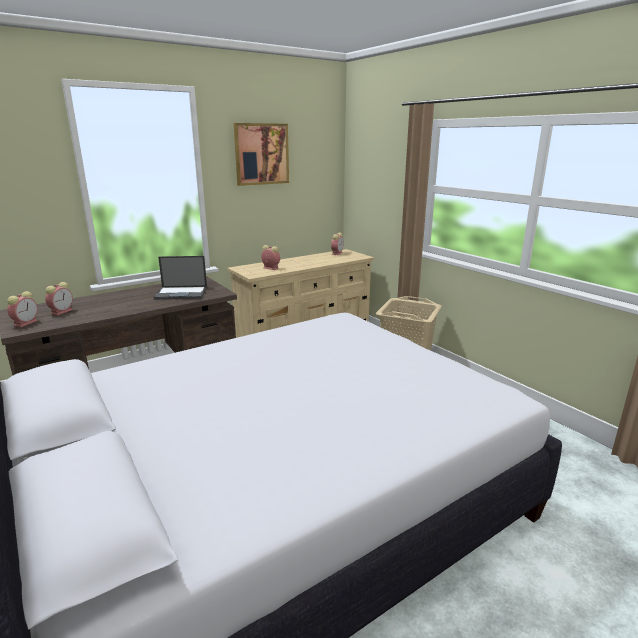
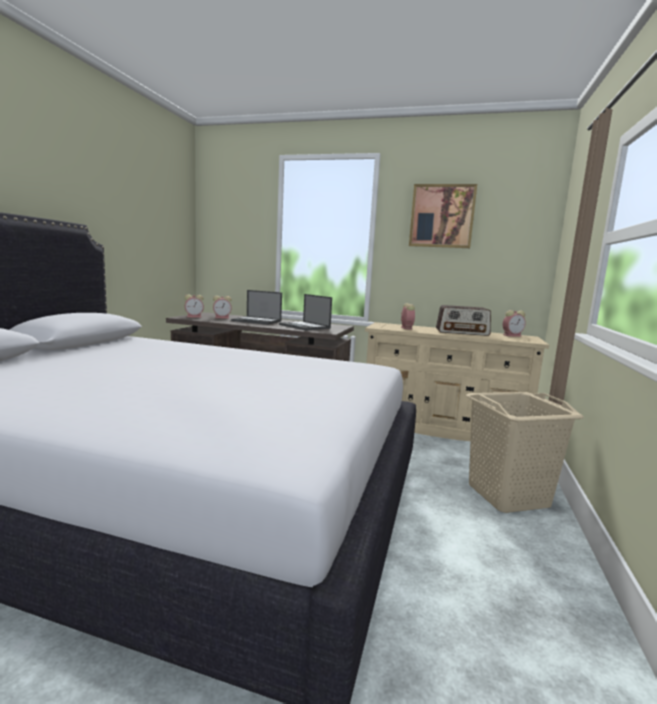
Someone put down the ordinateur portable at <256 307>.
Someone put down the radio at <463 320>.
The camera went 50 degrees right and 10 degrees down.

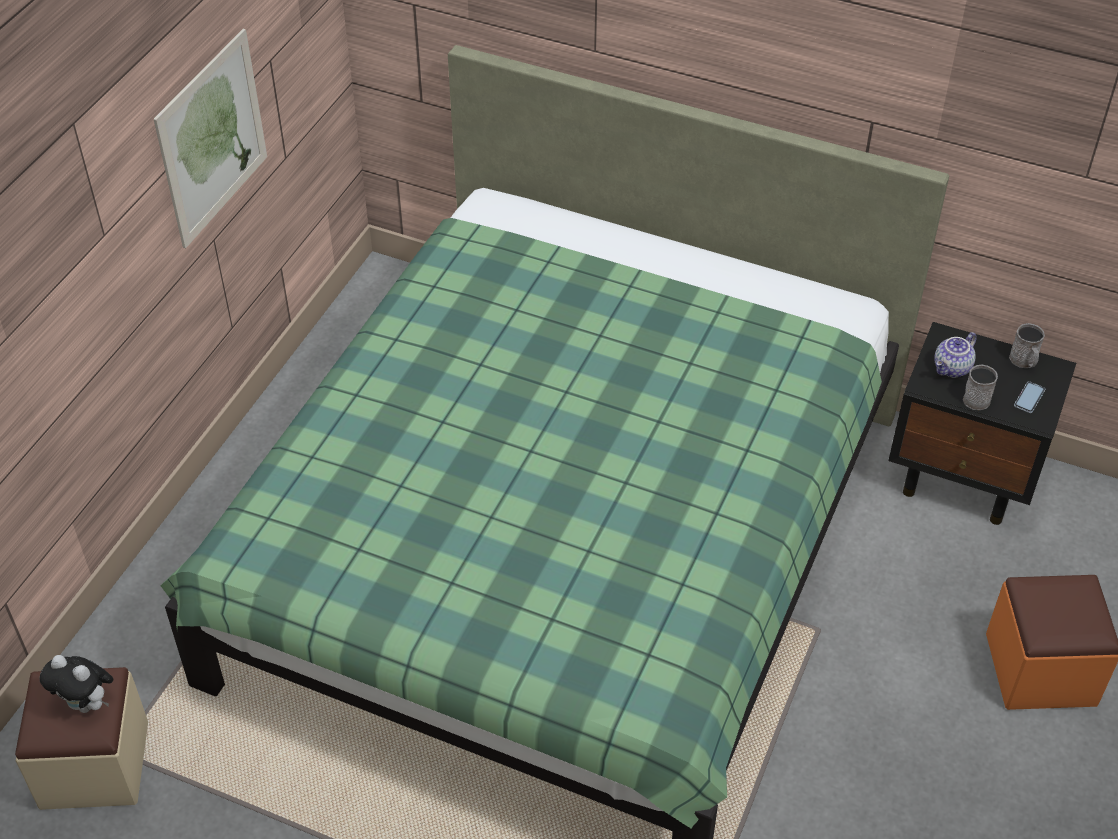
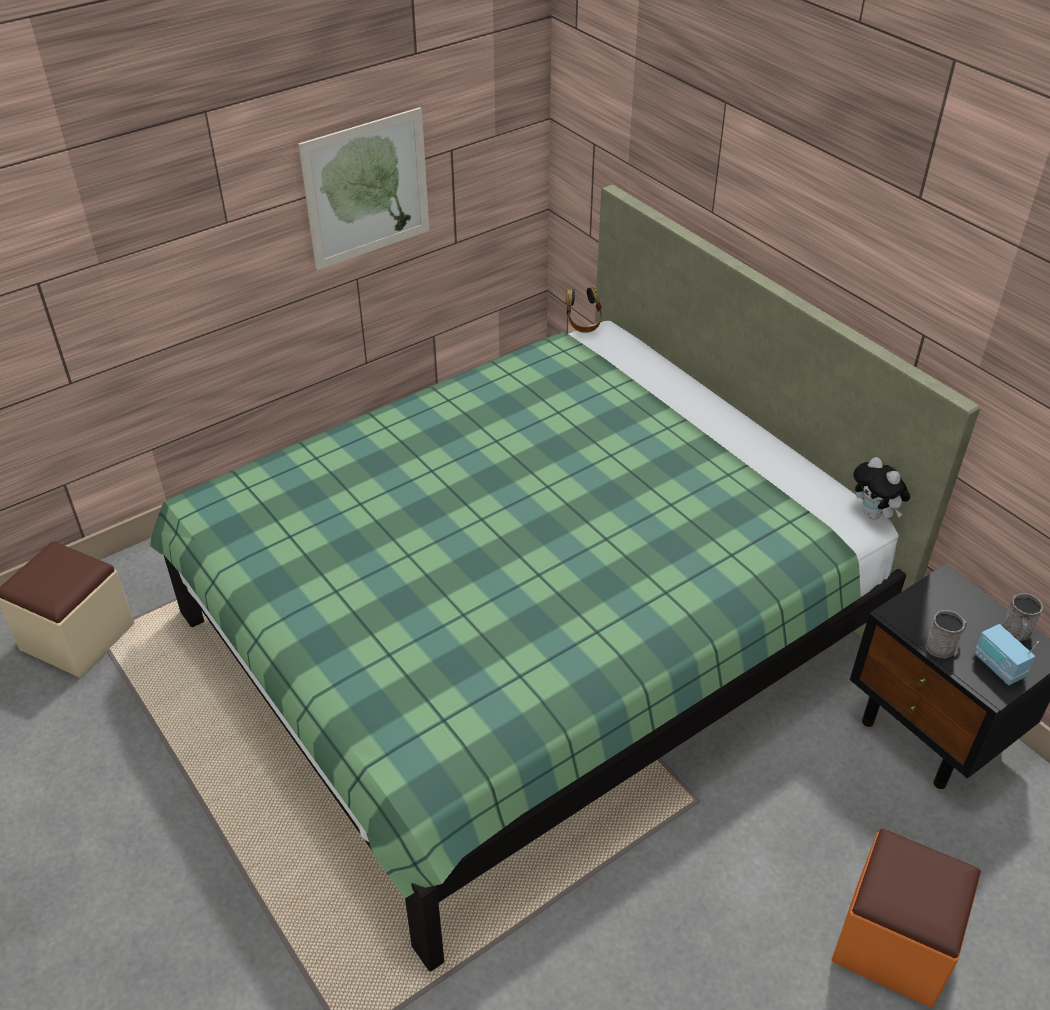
Someone took away the théière at <955 354>.
Someone put down the casque audio at <584 310>.
Someone carried the peluche from <77 684> to <881 488>.
Someone swapped the téléphone at <1029 397> for the radio at <1006 654>.
The camera went 30 degrees right and 5 degrees down.

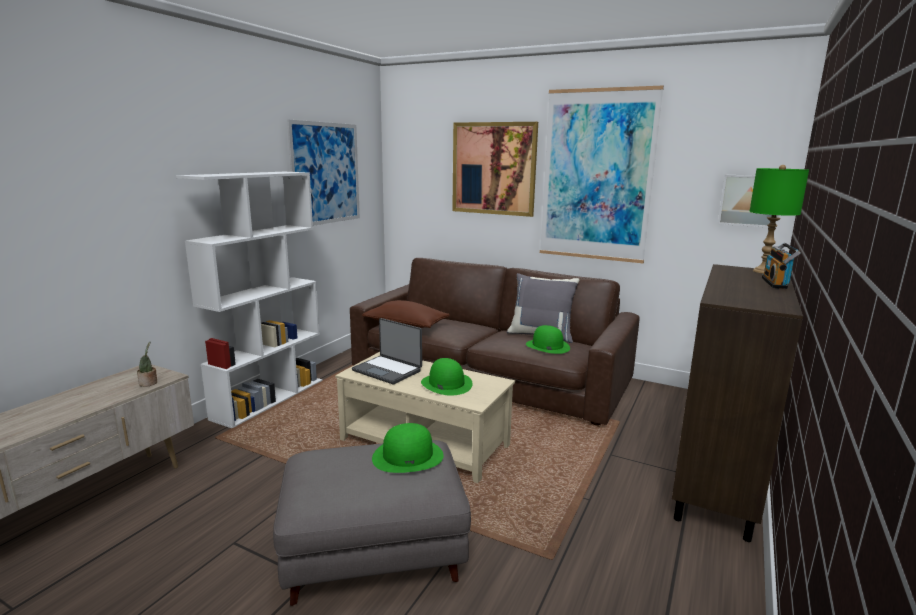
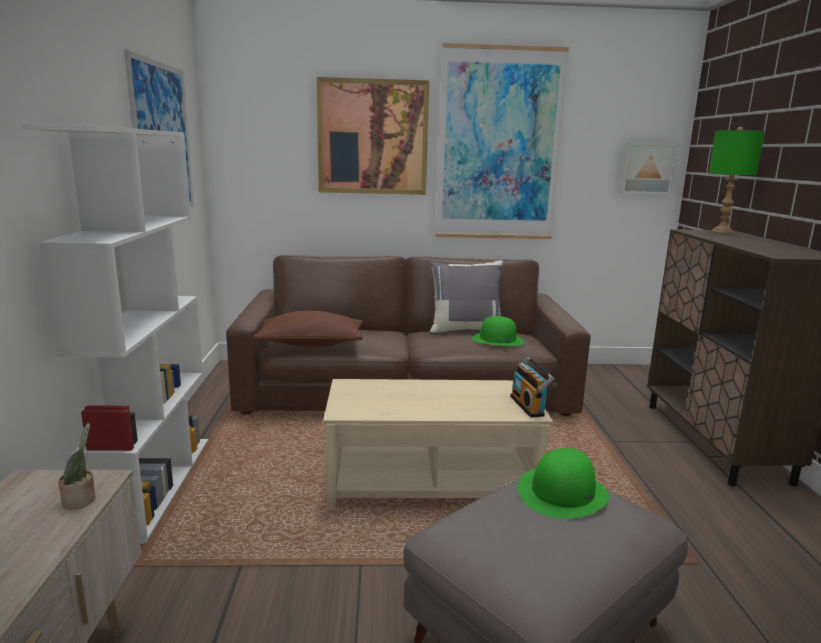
Someone took away the ordinateur portable at <387 351>.
Someone took away the chapeau [vert] at <447 377>.
Someone carried the radio from <781 266> to <532 387>.
The camera went 30 degrees left and 0 degrees up.

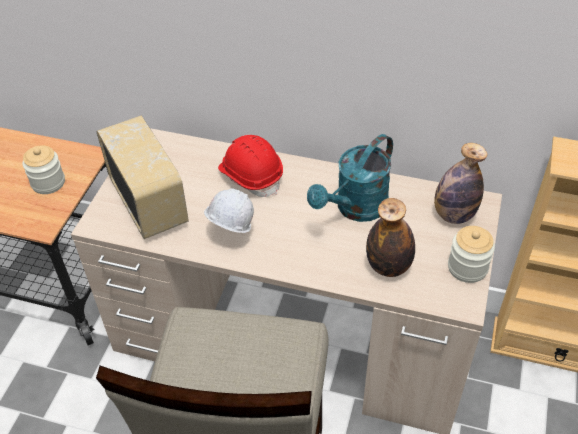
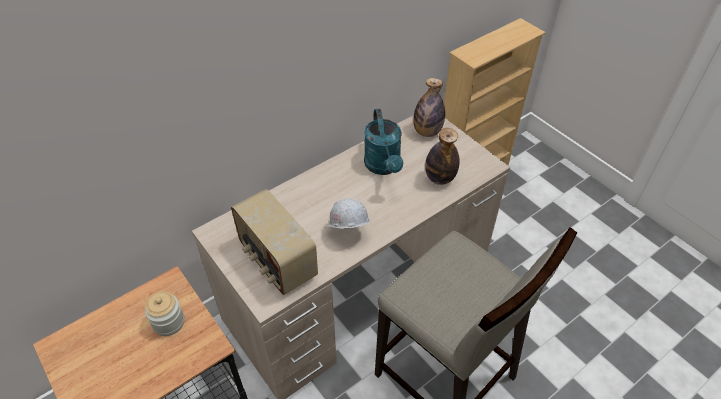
Someone took away the casque de chantier [rouge] at <250 166>.
Someone took away the bocal at <471 254>.
Someone rotated the radio at <142 177> by 135 degrees counterclockwise.
The camera went 55 degrees left and 0 degrees up.

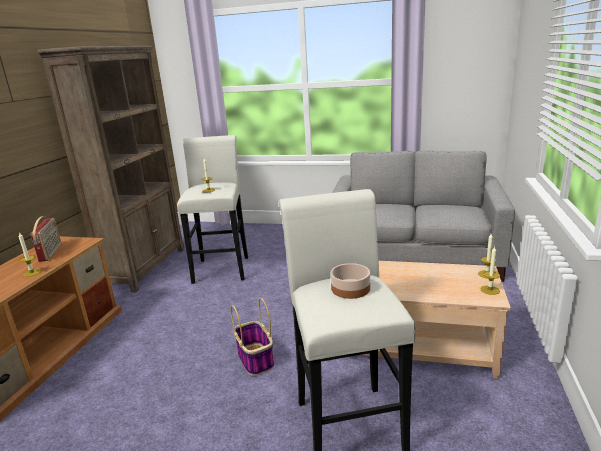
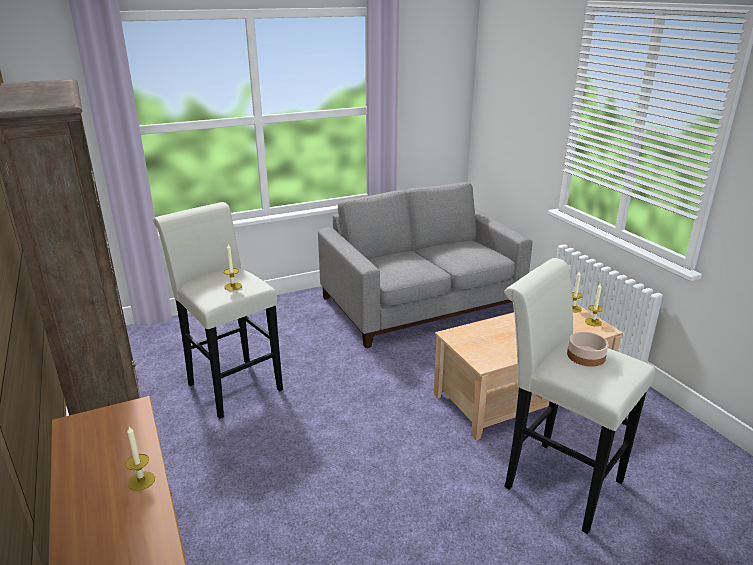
Someone took away the radio at <46 239>.
Someone took away the panier at <252 337>.
The camera went 40 degrees left and 5 degrees up.

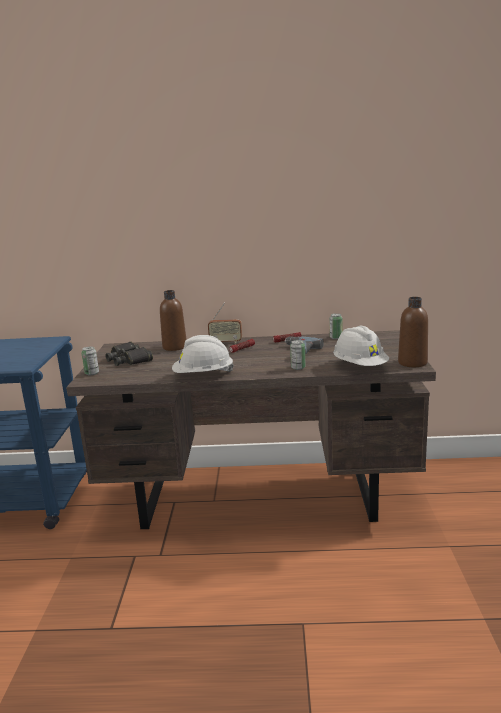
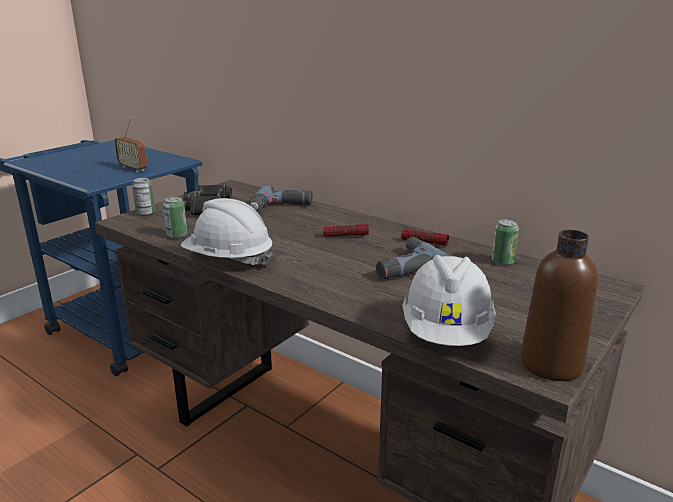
Someone carried the radio from <225 323> to <131 144>.
Someone carried the boîte métallique from <298 355> to <175 218>.
Someone swapped the bouteille [marron] at <173 320> for the perceuse at <281 197>.
The camera went 35 degrees right and 5 degrees up.

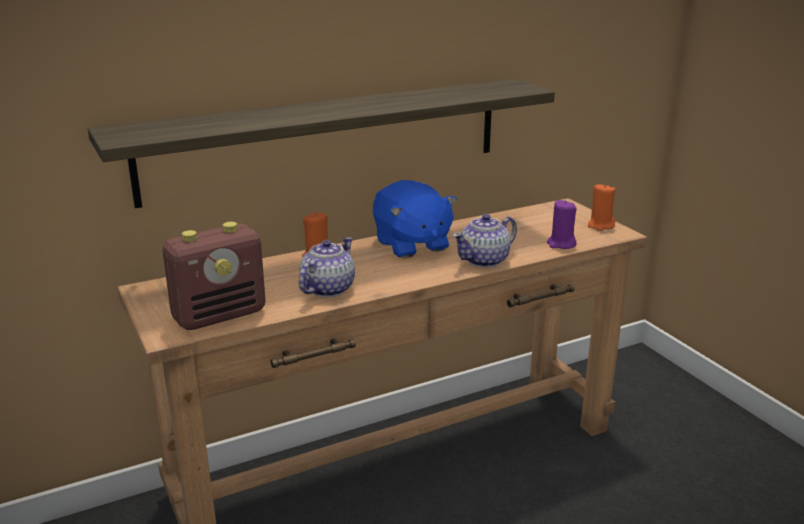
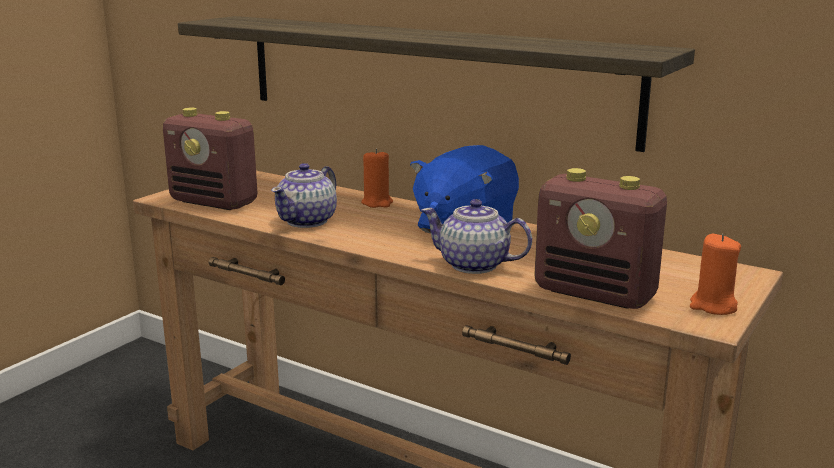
Someone swapped the bougie [violet] at <562 224> for the radio at <600 238>.
Someone rotated the théière at <327 267> by 120 degrees clockwise.
The camera went 60 degrees right and 5 degrees down.

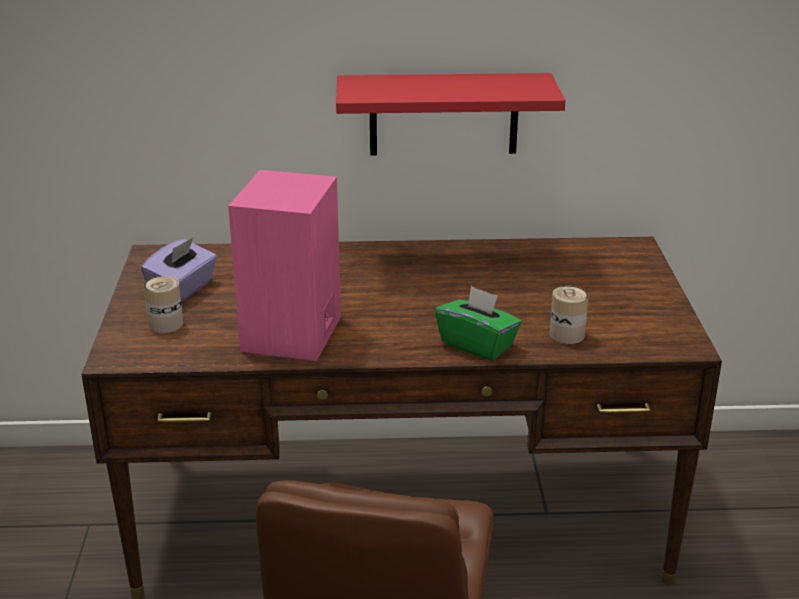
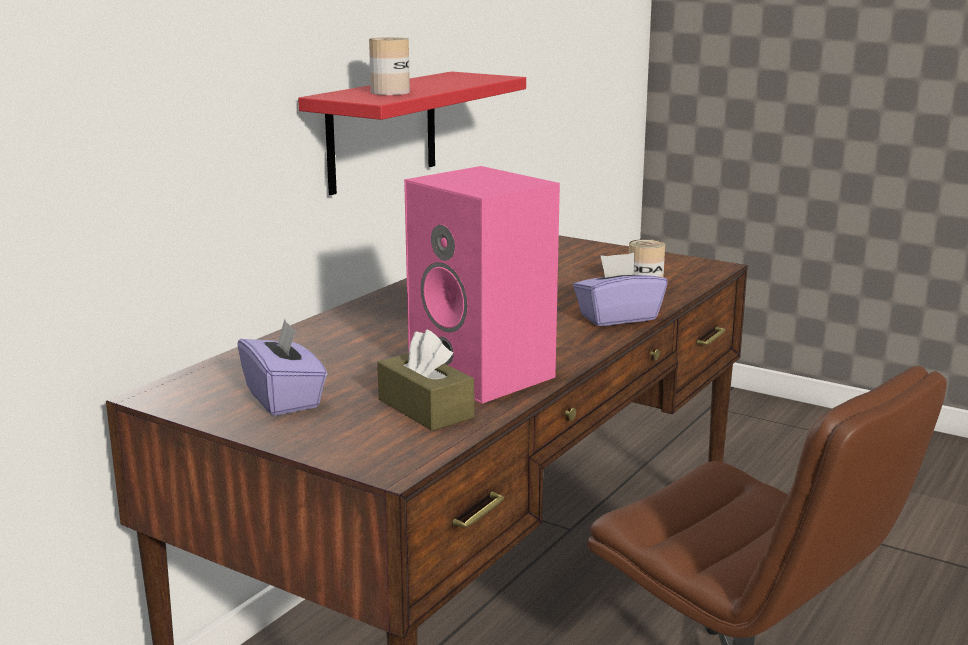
Someone put down the boîte à mouchoirs [marron] at <425 380>.
Someone carried the boîte métallique from <163 304> to <389 66>.
Someone repainted the boîte à mouchoirs [vert] at <478 323>, which became the boîte à mouchoirs [violet] at <620 289>.
The camera went 55 degrees left and 10 degrees down.

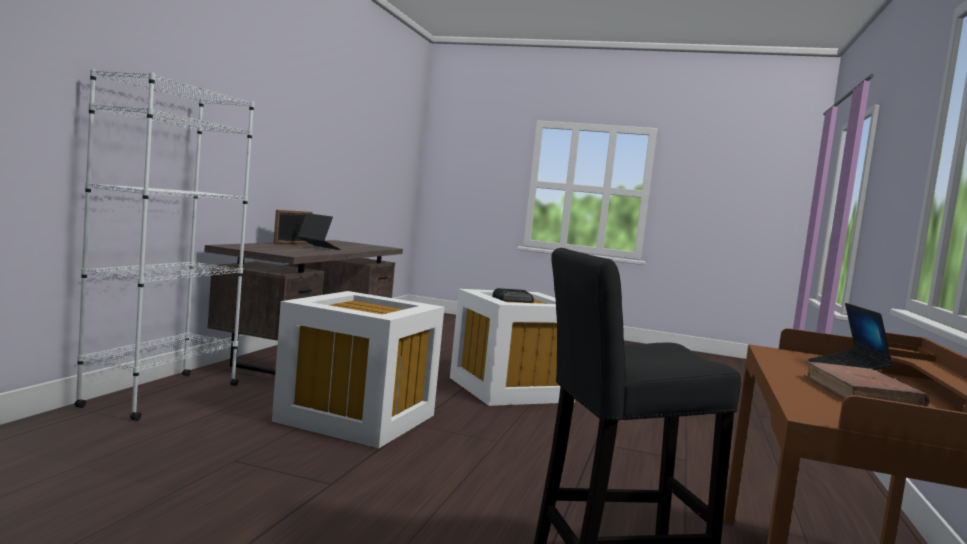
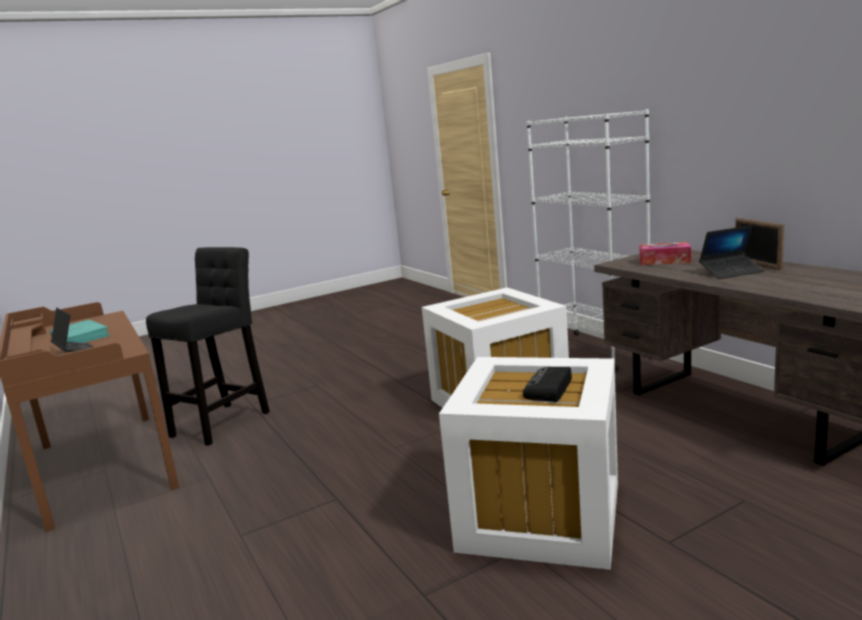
Someone put down the boîte à mouchoirs at <665 253>.
Someone repainted the livre [marron] at <866 384>, which became the livre [turquoise] at <80 331>.
The camera went 135 degrees right and 10 degrees up.

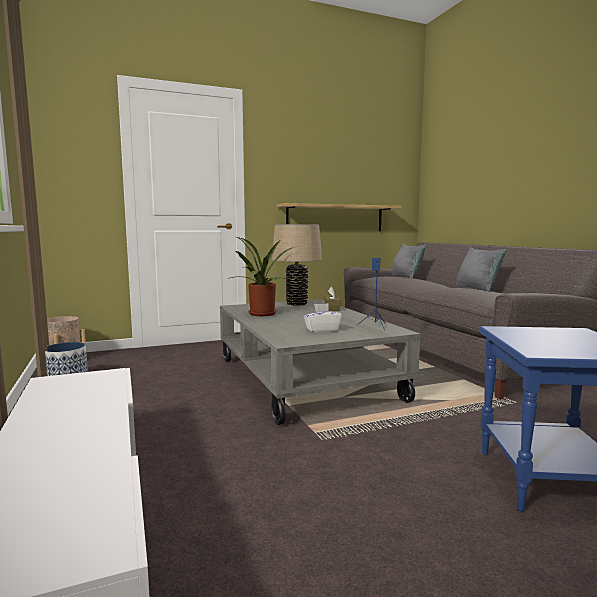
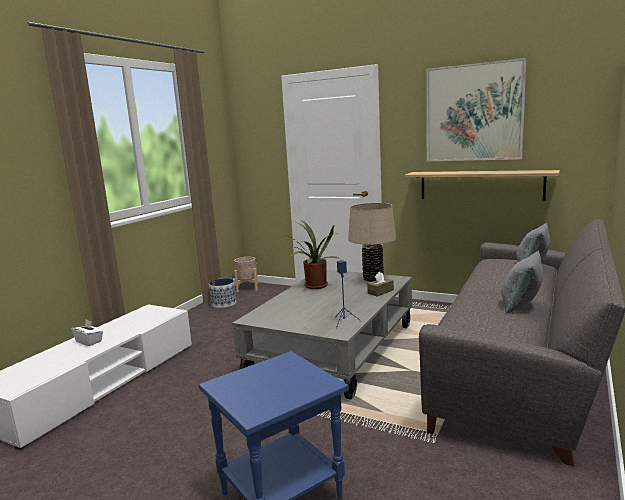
Someone put up the tableau at <476 109>.
Someone carried the boîte à mouchoirs [blanc] from <323 317> to <87 333>.
The camera went 50 degrees right and 5 degrees up.

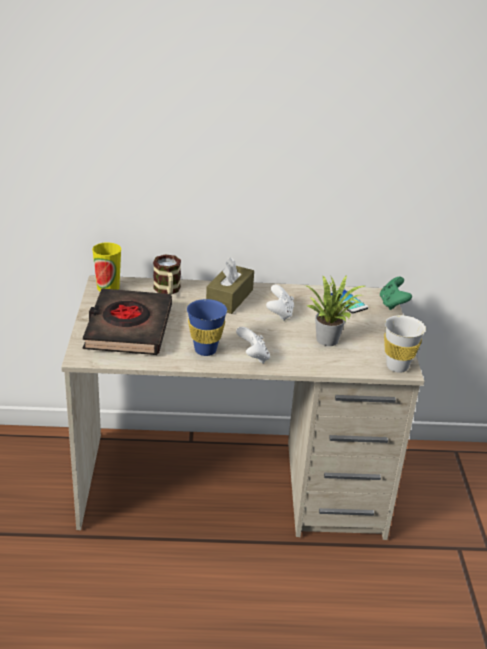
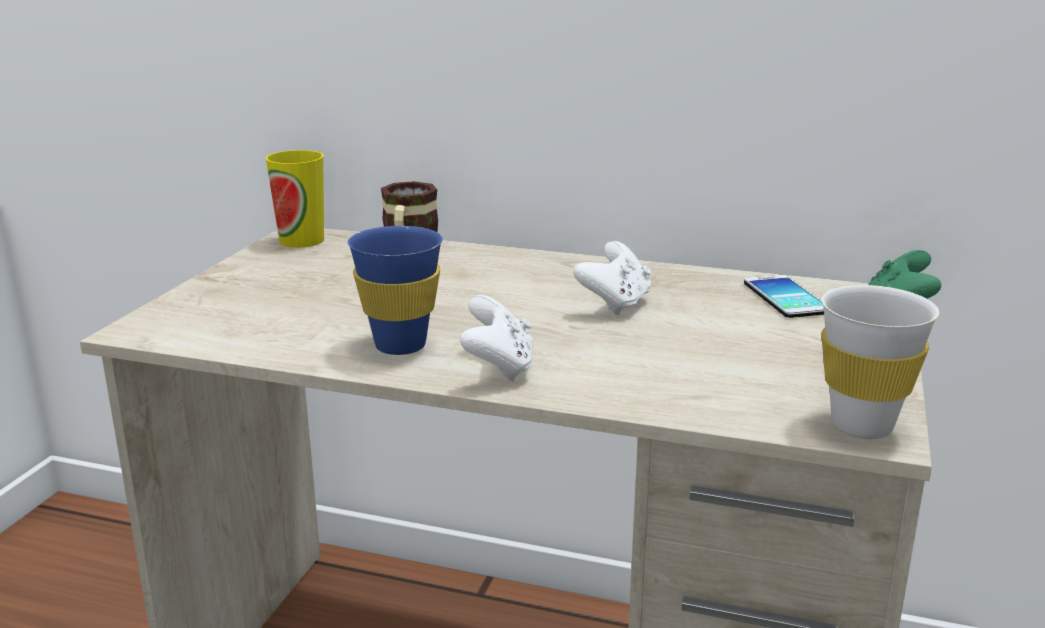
Someone took away the livre [noir] at <127 321>.
Someone took away the boîte à mouchoirs [marron] at <230 285>.
Someone took away the plante en pot at <335 310>.
The camera went 20 degrees right and 10 degrees down.

